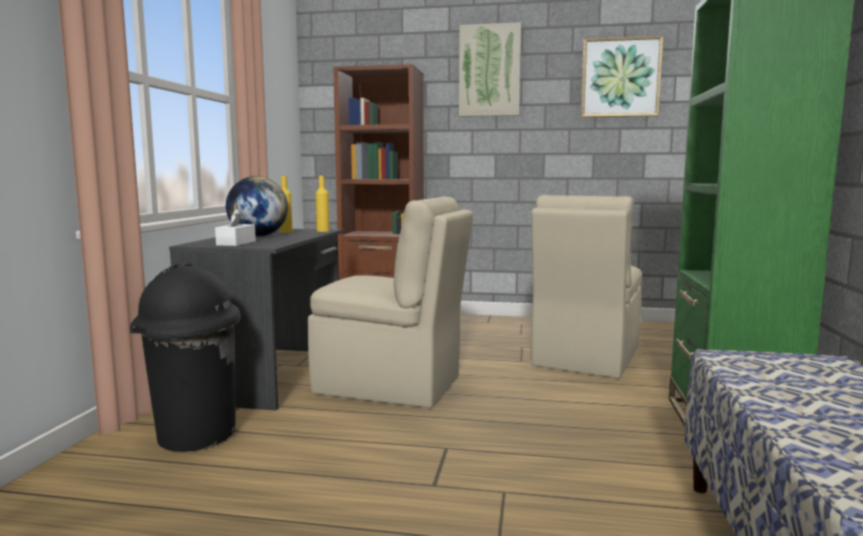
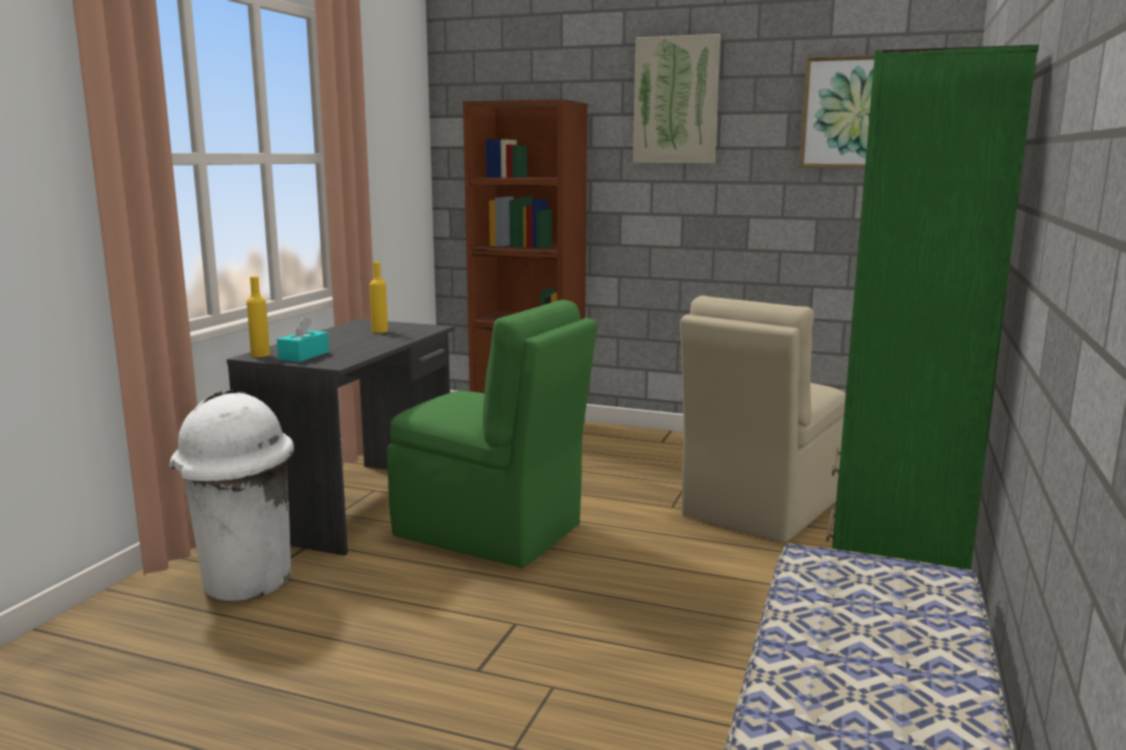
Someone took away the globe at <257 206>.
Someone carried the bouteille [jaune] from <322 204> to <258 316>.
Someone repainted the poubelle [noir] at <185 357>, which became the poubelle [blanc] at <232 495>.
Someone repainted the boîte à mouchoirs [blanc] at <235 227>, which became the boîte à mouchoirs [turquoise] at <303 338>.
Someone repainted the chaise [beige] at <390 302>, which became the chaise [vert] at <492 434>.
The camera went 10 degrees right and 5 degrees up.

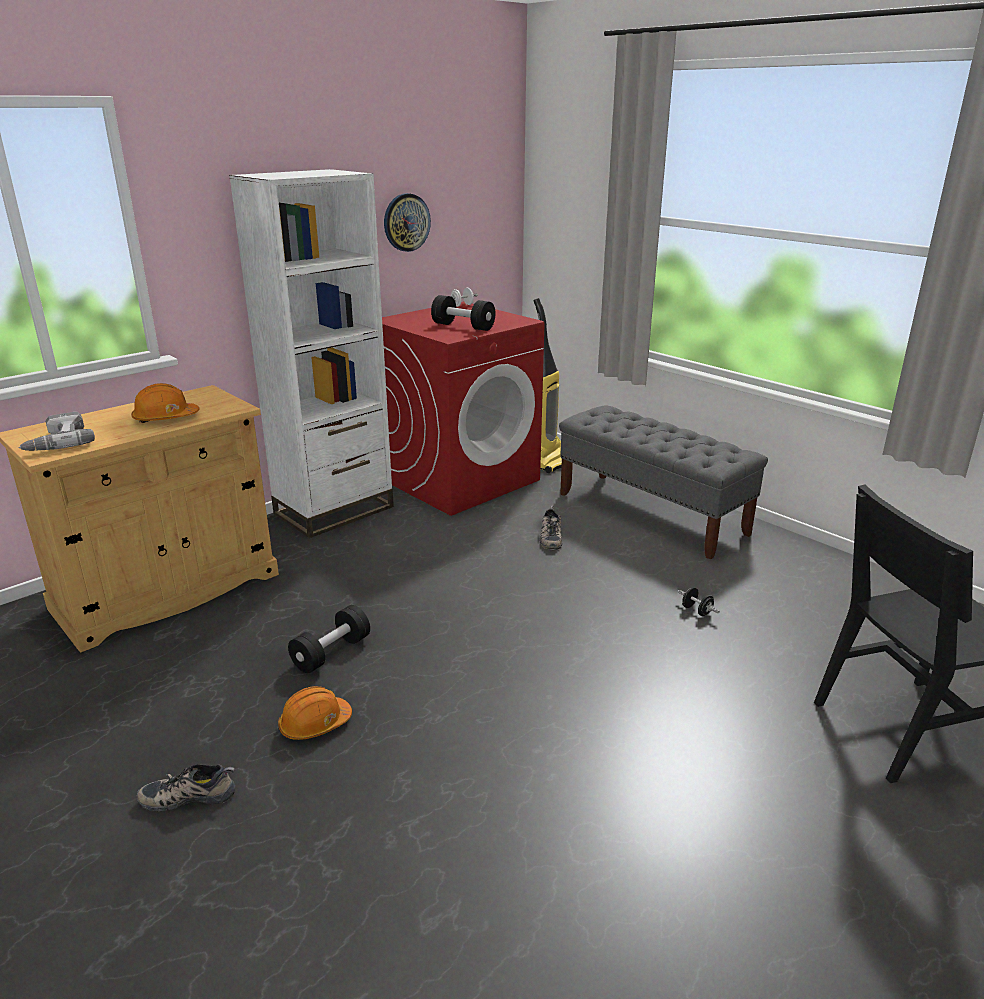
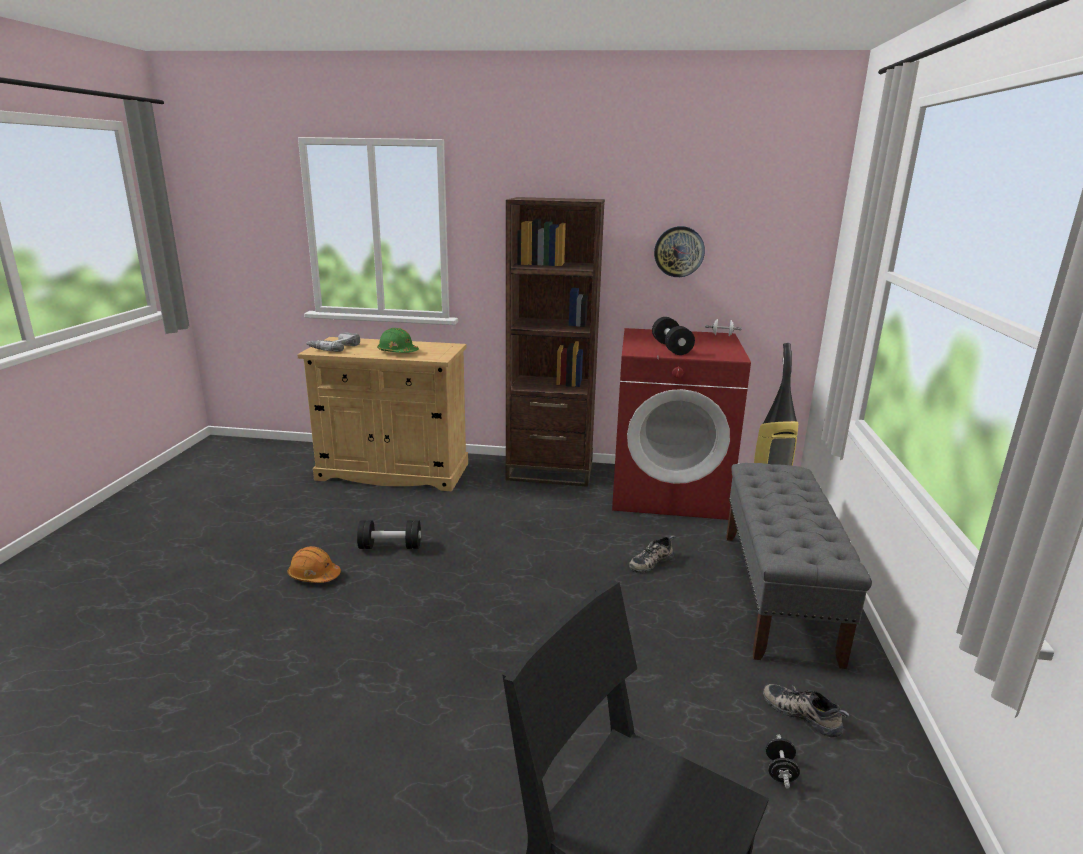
Someone carried the chaussure from <186 787> to <806 711>.
Someone carried the haltère [noir] from <699 601> to <782 761>.
Someone repainted the casque de chantier [orange] at <165 403>, which became the casque de chantier [vert] at <398 340>.
Someone repainted the bibliothèque [blanc] at <311 353>, which became the bibliothèque [marron] at <555 342>.
The camera went 50 degrees right and 5 degrees down.

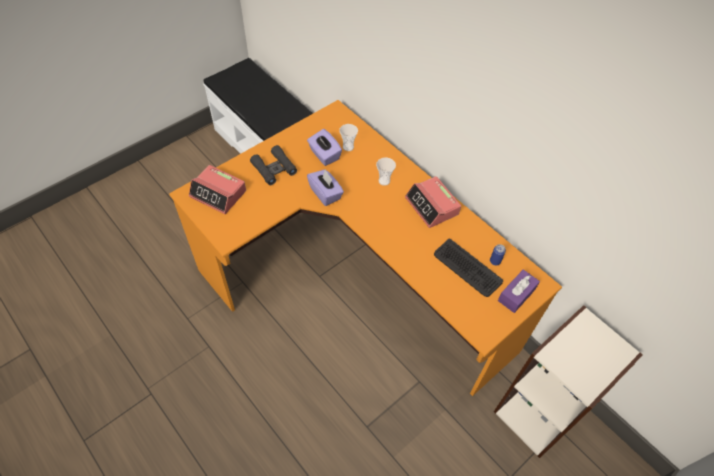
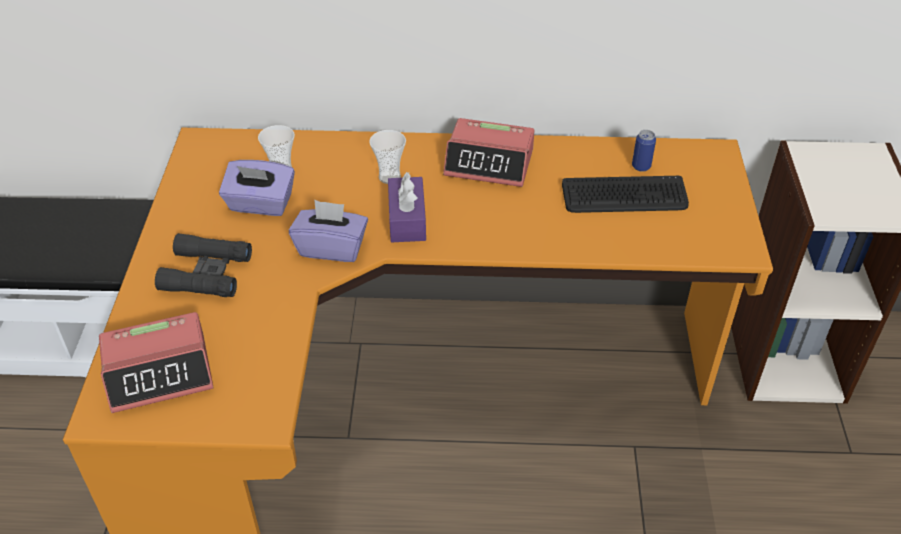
Someone carried the boîte à mouchoirs [violet] from <519 291> to <407 207>.
The camera went 45 degrees left and 10 degrees down.

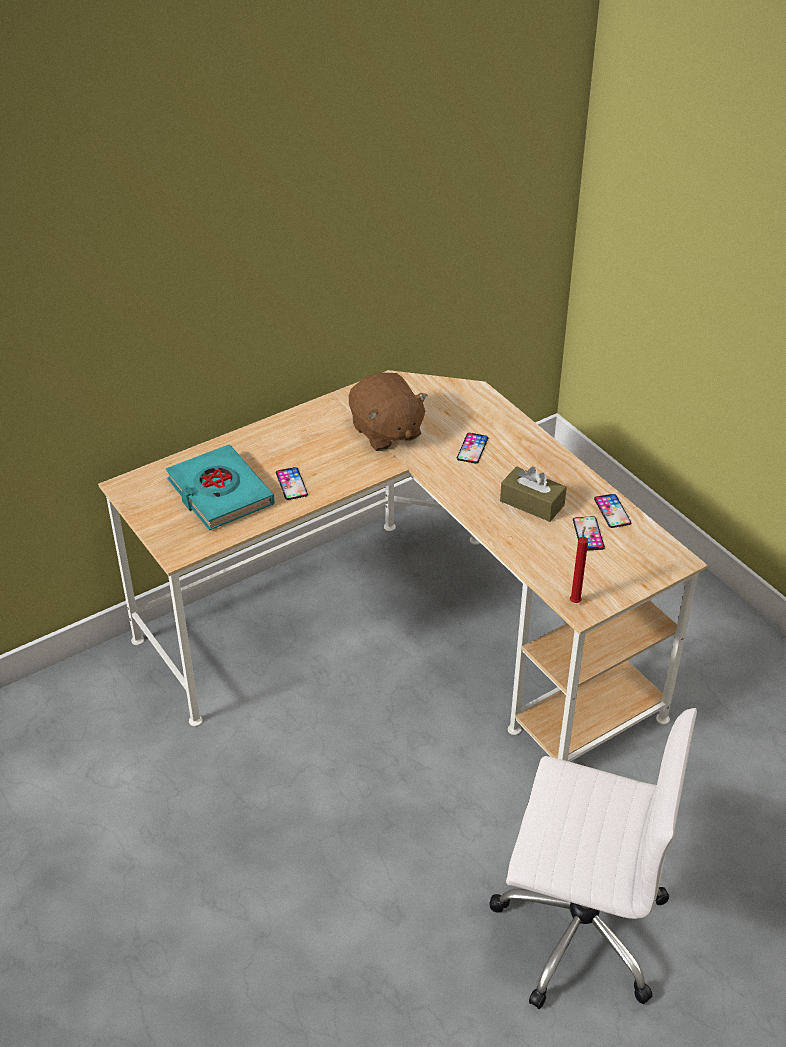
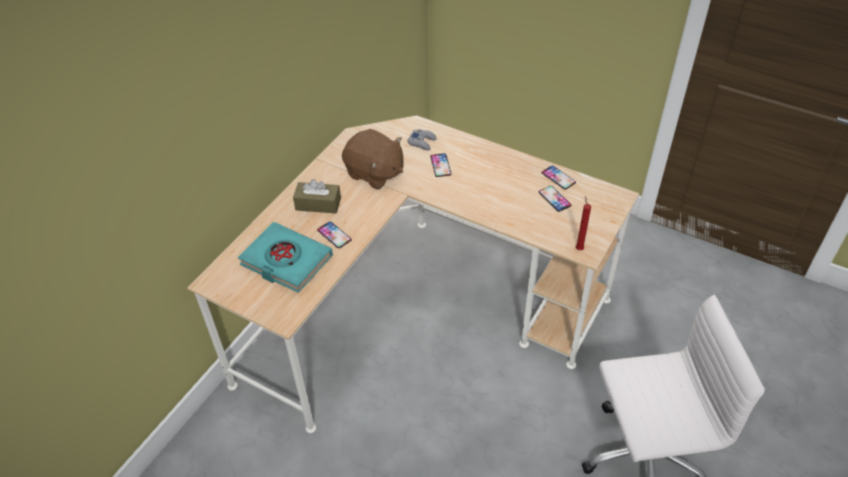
Someone put down the manette [gris] at <421 140>.
Someone carried the boîte à mouchoirs [marron] from <533 494> to <317 196>.
The camera went 25 degrees left and 5 degrees up.

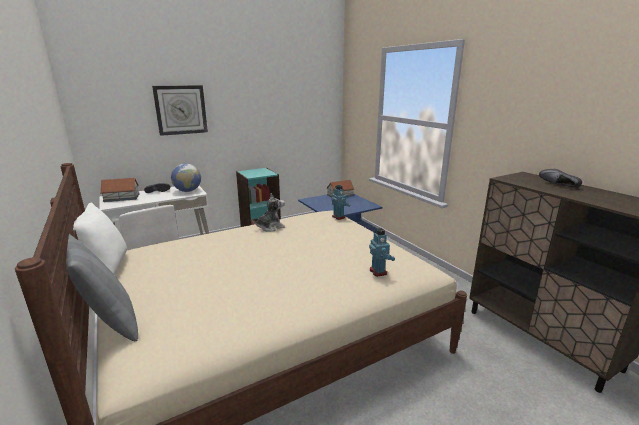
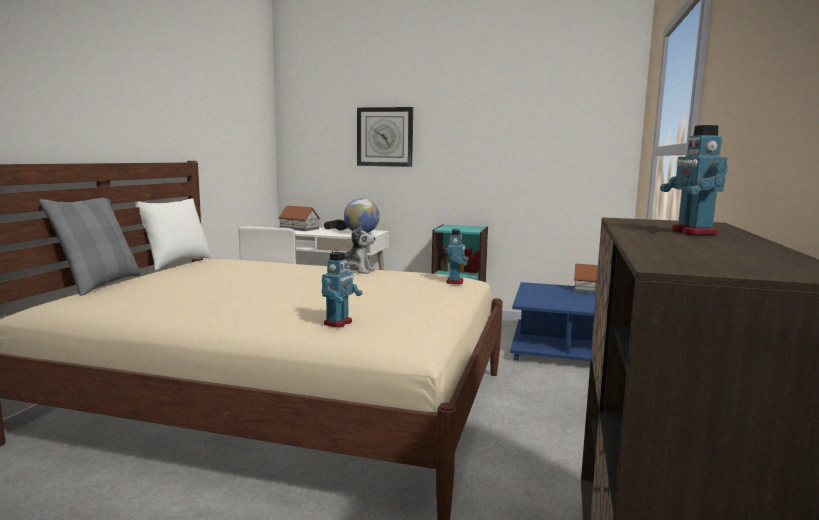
Someone swapped the chaussure [noir] at <560 178> for the robot jouet at <694 180>.
The camera went 45 degrees right and 10 degrees down.

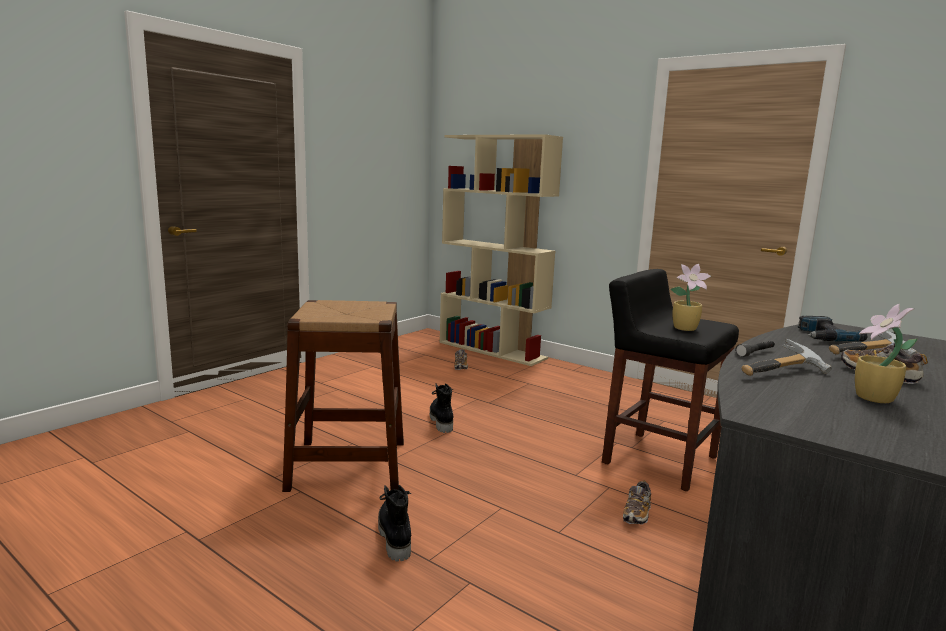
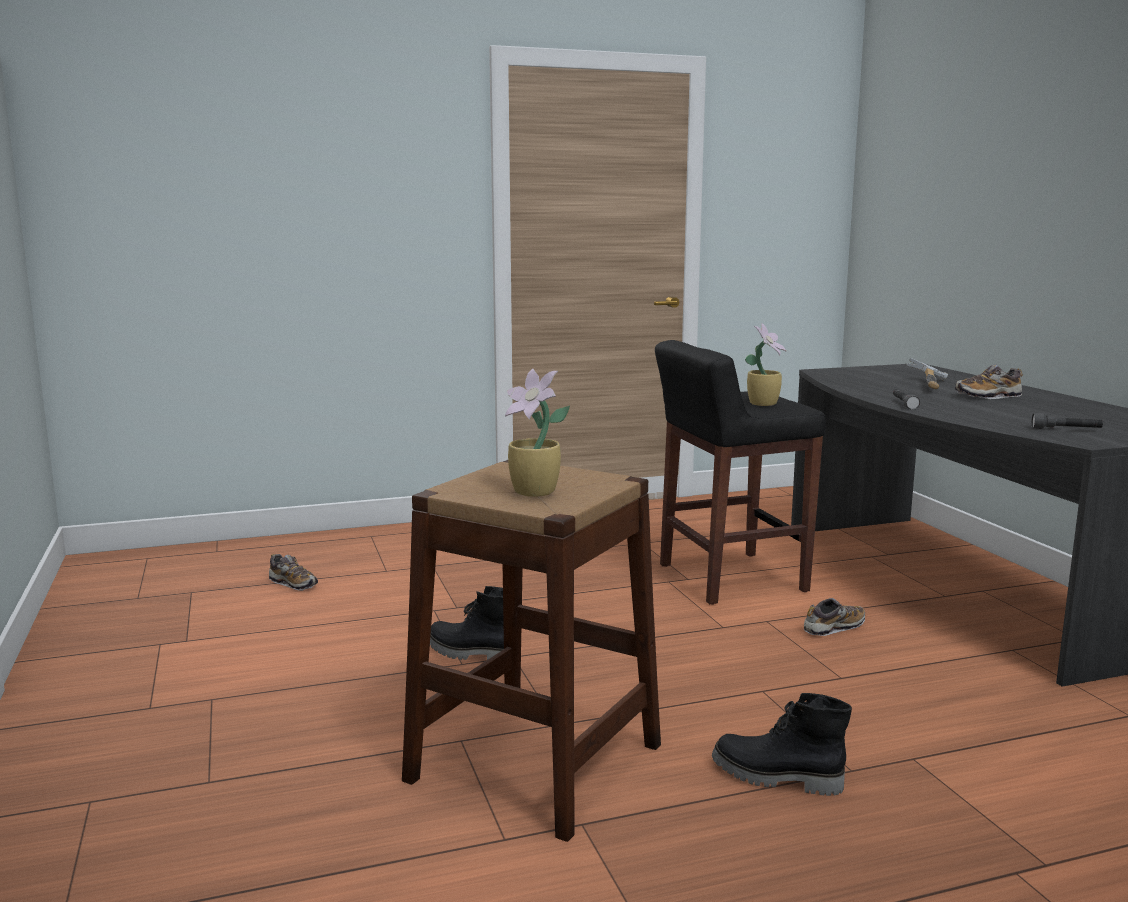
Someone took away the bibliothèque [beige] at <501 250>.
Someone took away the marteau at <786 357>.
Someone took away the perceuse at <833 329>.
Someone put down the lampe de poche [gris] at <1067 421>.
Someone carried the plante en pot from <886 353> to <537 433>.
Someone rotated the chaussure at <637 502> by 90 degrees counterclockwise.
The camera went 55 degrees left and 0 degrees up.

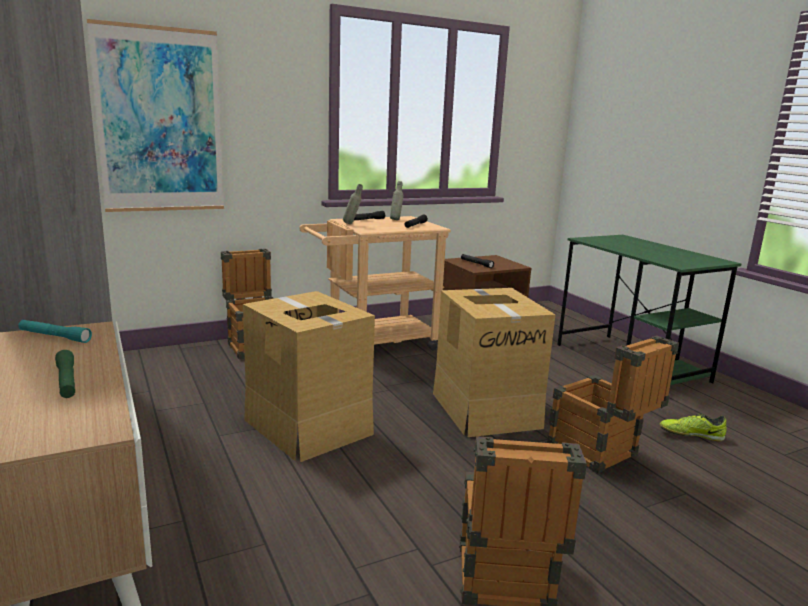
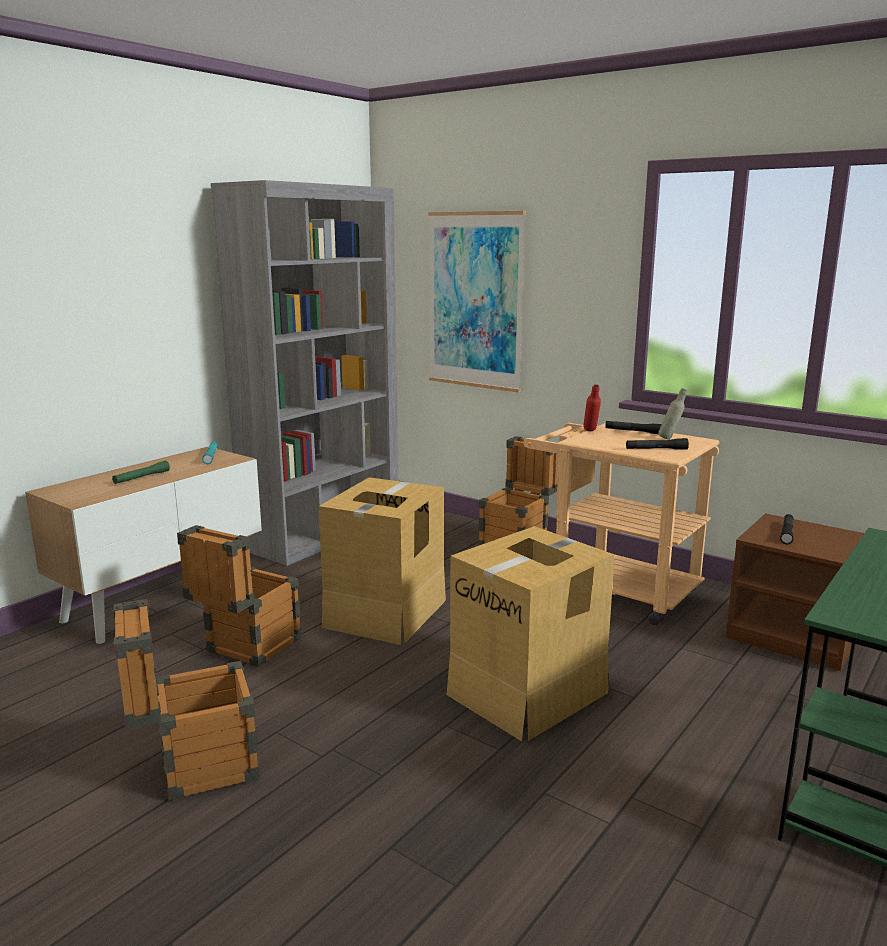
Someone took away the chaussure at <693 427>.
Someone carried the caisse from <613 404> to <239 596>.
Someone repainted the bouteille [gris] at <353 204>, which became the bouteille [rouge] at <592 407>.
The camera went 65 degrees right and 0 degrees up.

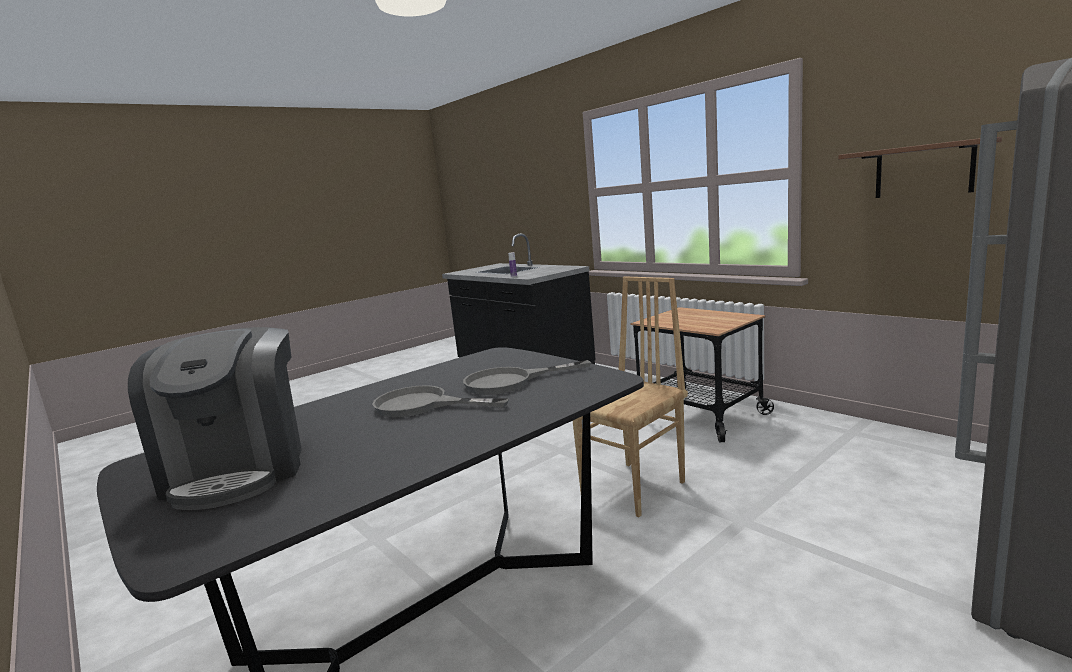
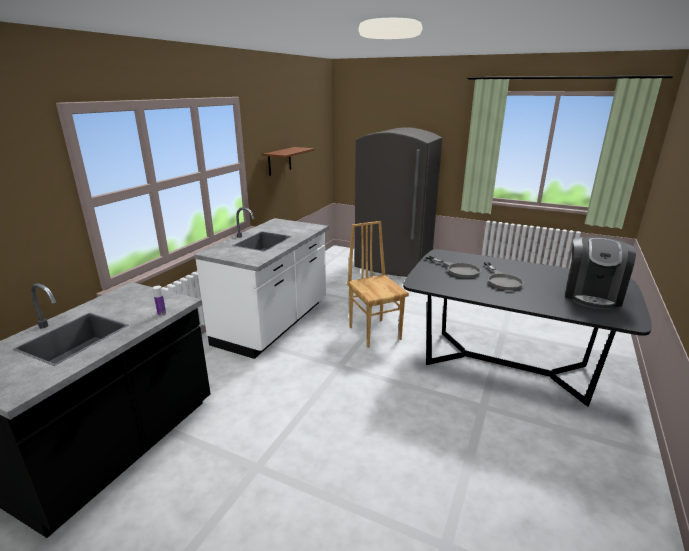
Someone swapped the chariot at <702 374> for the comptoir de cuisine [blanc] at <261 283>.
Someone rotated the machine à café at <215 418> by 150 degrees clockwise.
Someone rotated the chaise [marron] at <630 396> by 45 degrees clockwise.
The camera went 115 degrees left and 10 degrees up.

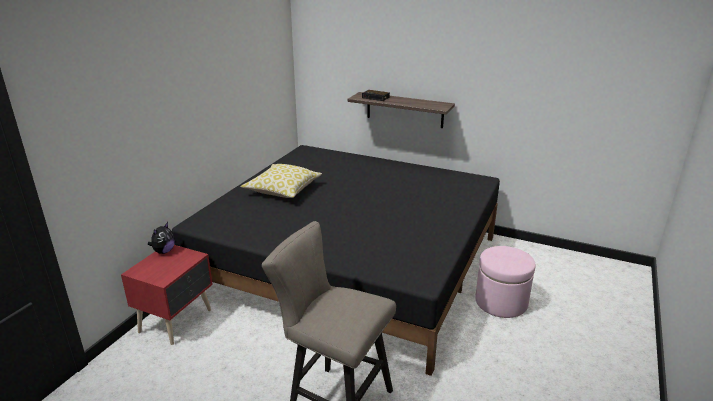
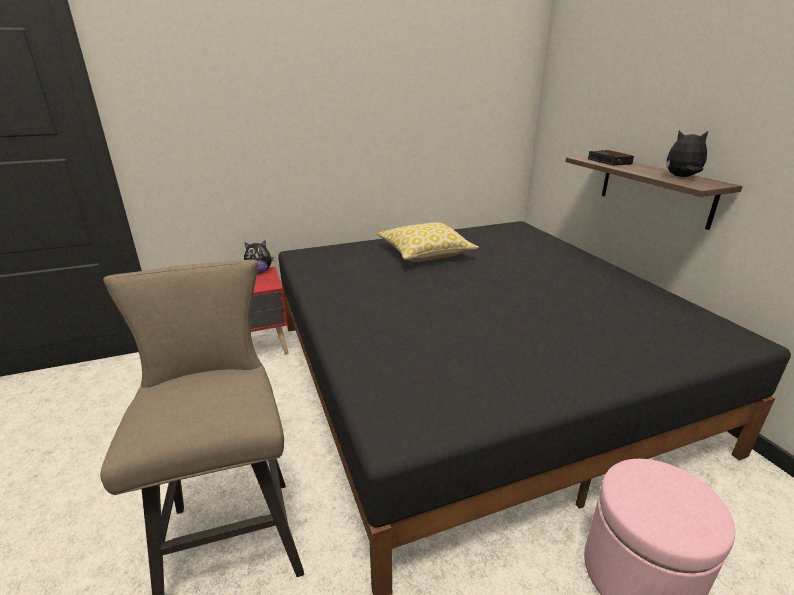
Someone put down the peluche at <687 154>.
The camera went 45 degrees right and 0 degrees up.

